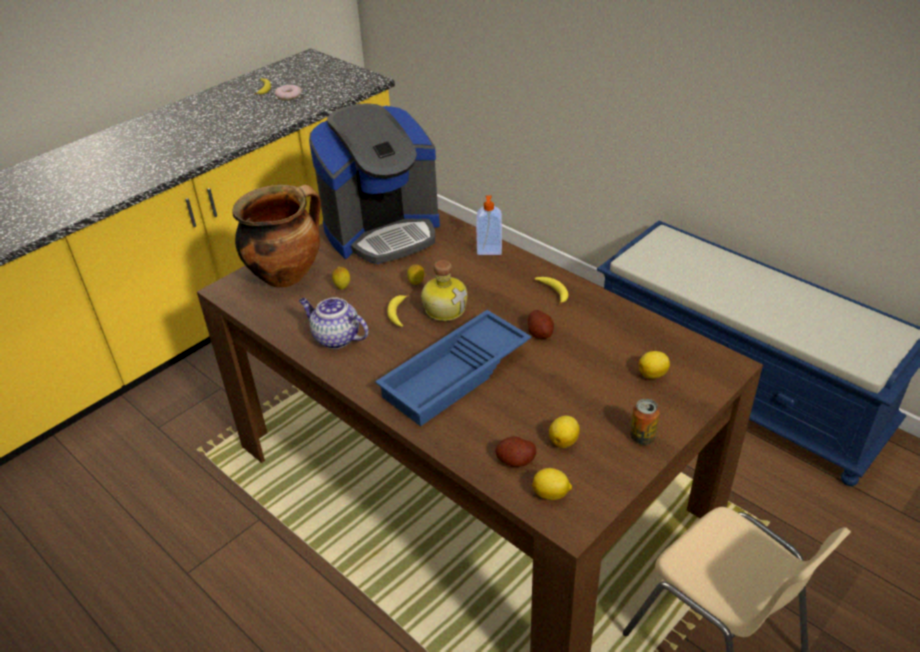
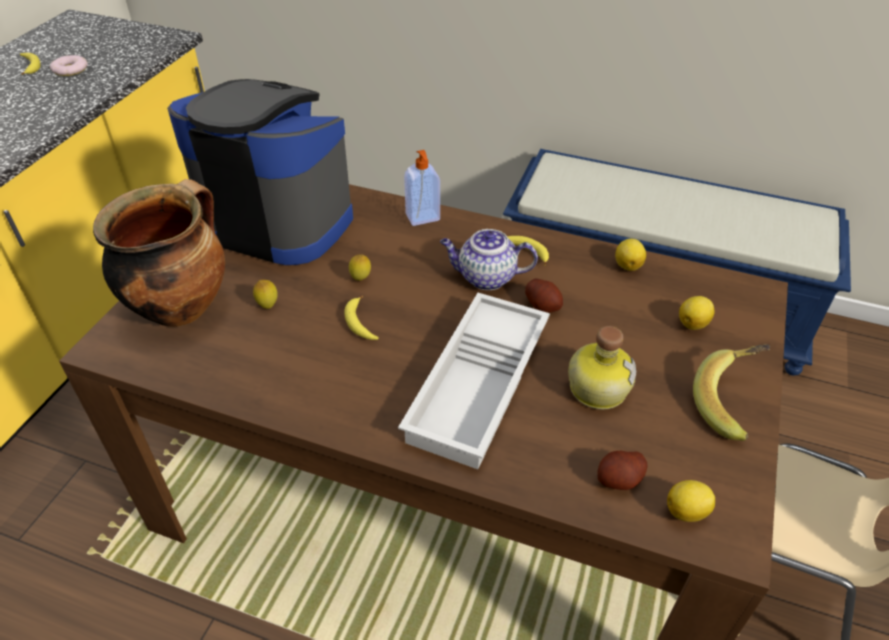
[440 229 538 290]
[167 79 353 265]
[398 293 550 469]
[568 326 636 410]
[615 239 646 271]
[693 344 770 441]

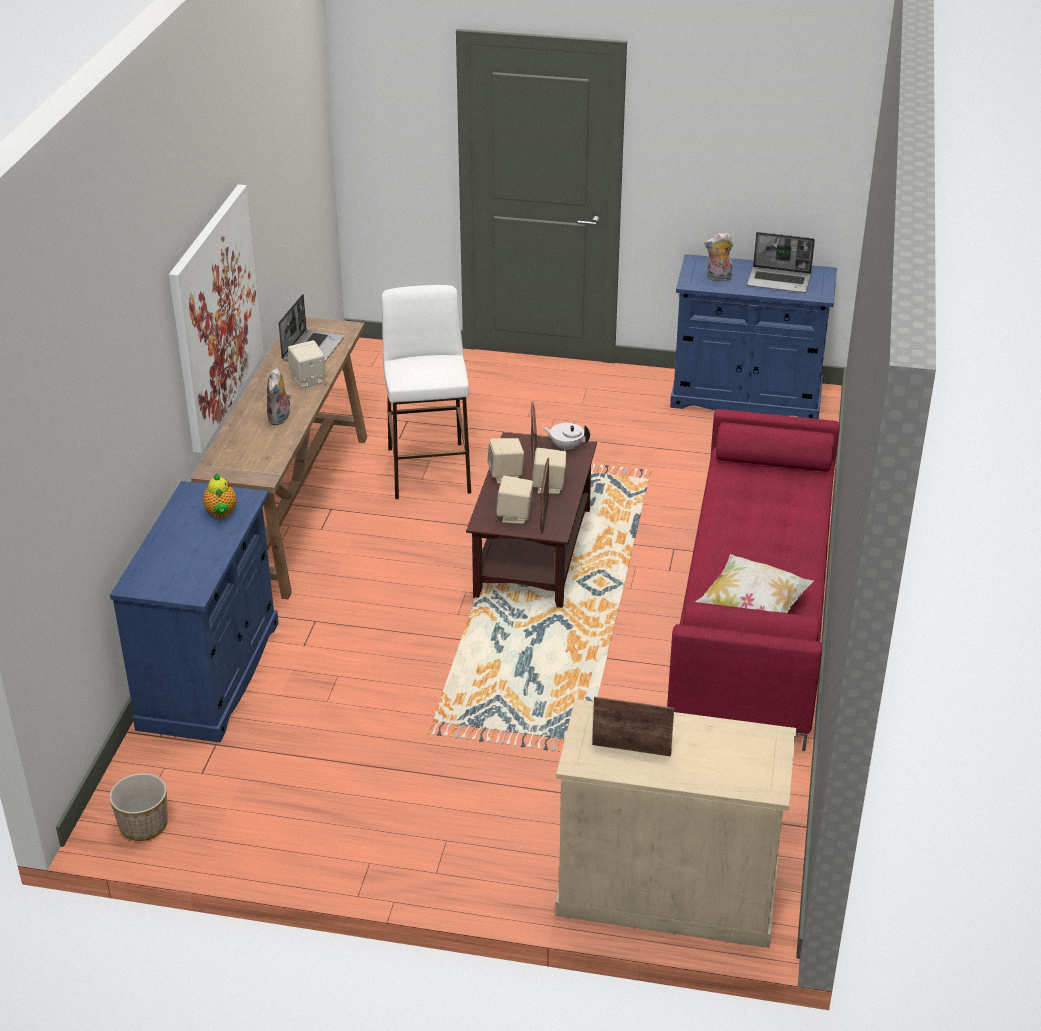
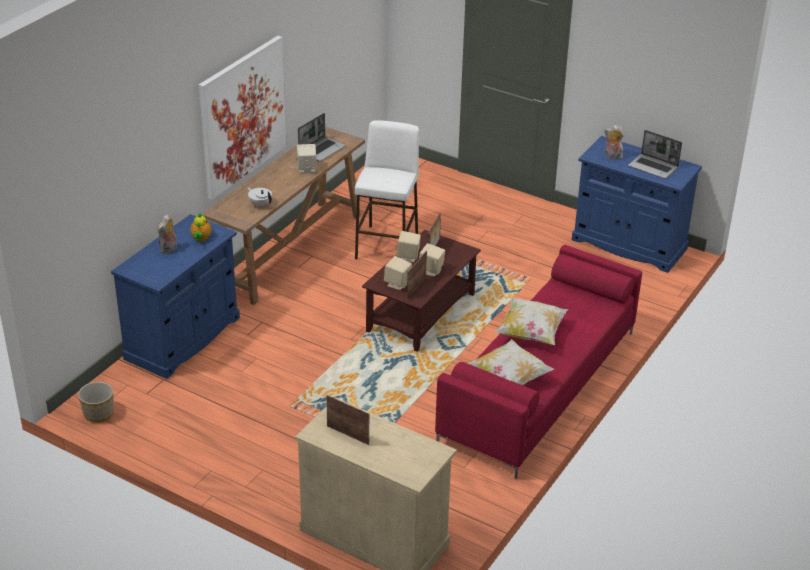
[157 214 177 254]
[247 187 272 207]
[495 297 568 345]

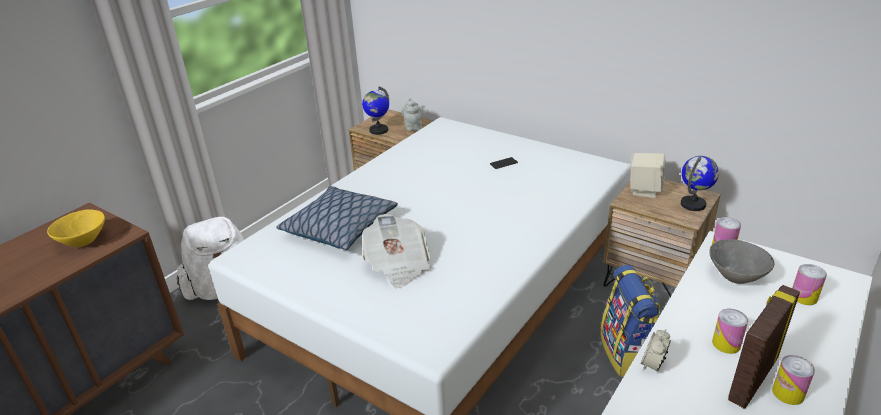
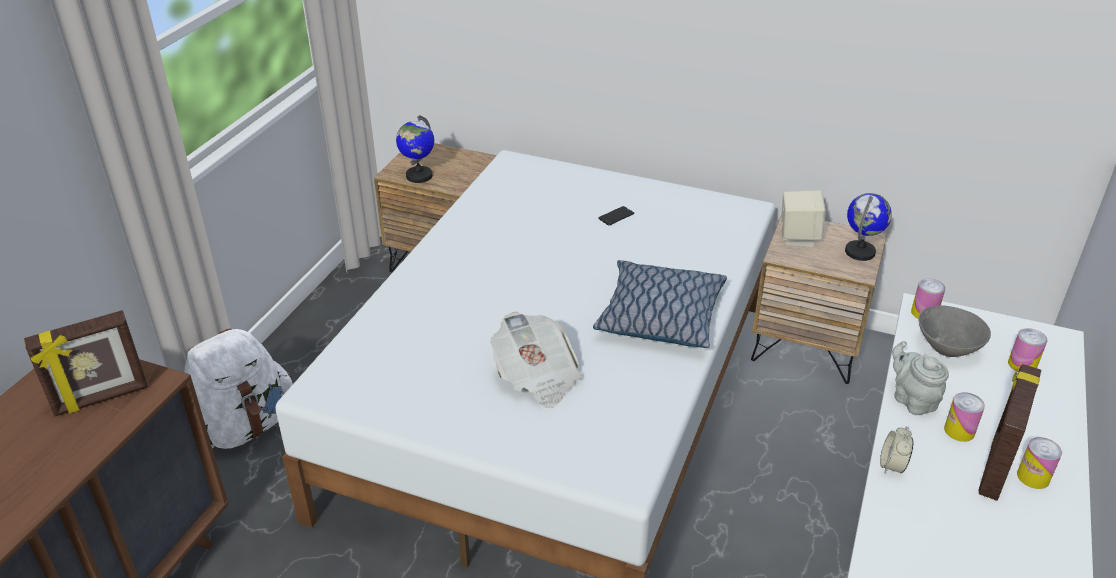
[24 310 148 416]
[593 260 727 348]
[892 341 949 415]
[601 265 660 377] (first image)

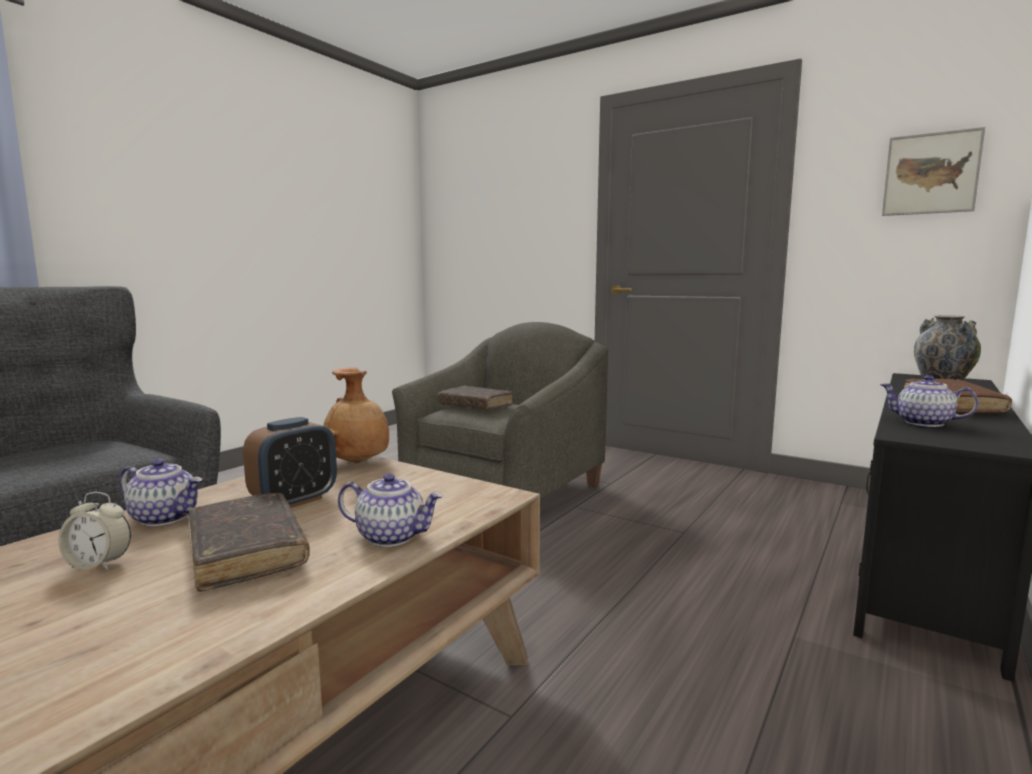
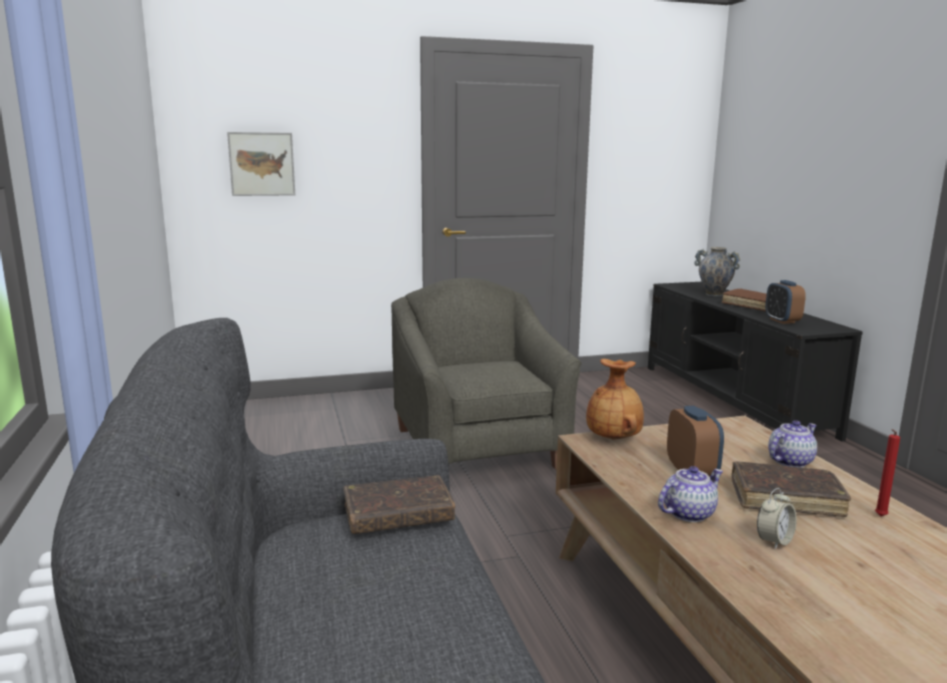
[343 475 455 534]
[765 280 806 324]
[227 132 295 196]
[875 429 900 516]

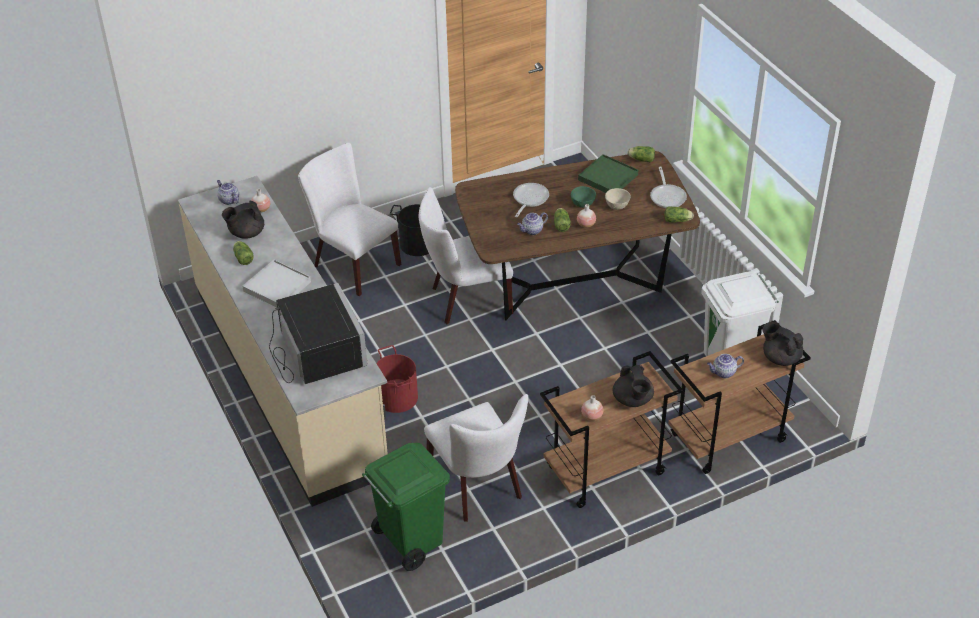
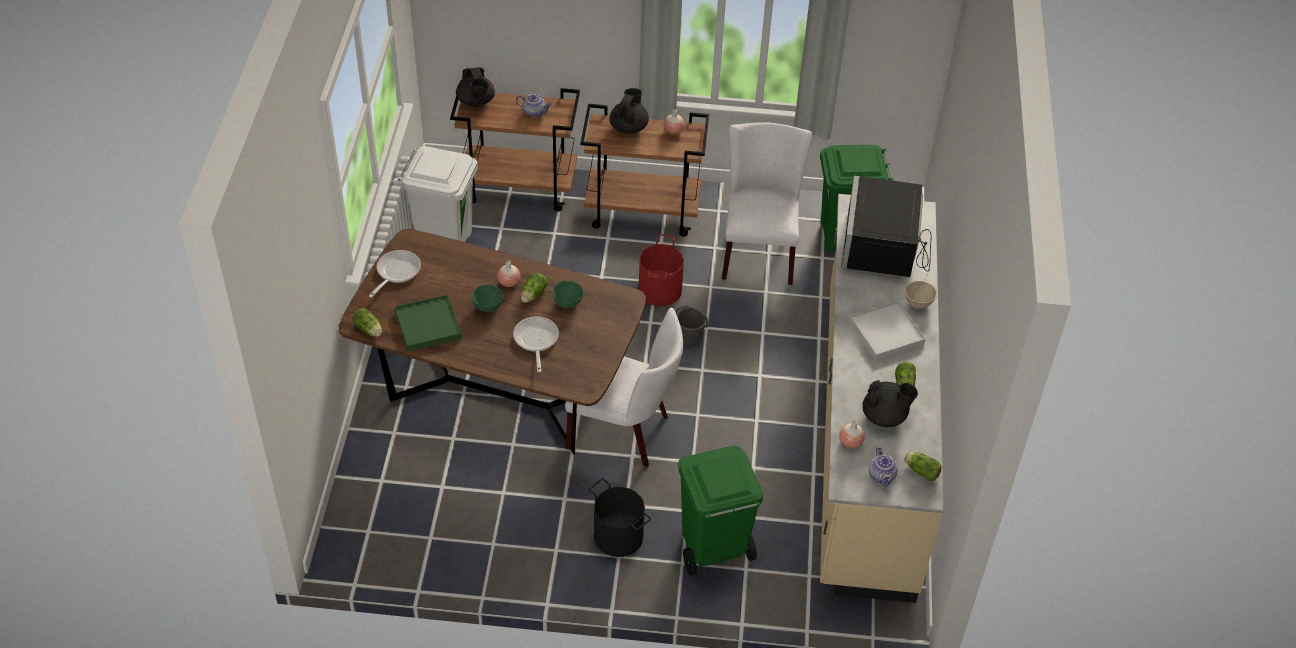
[678 445 763 576]
[639 234 684 306]
[513 317 559 372]
[552 281 584 308]
[905 281 937 309]
[904 452 942 481]
[675 306 708 346]

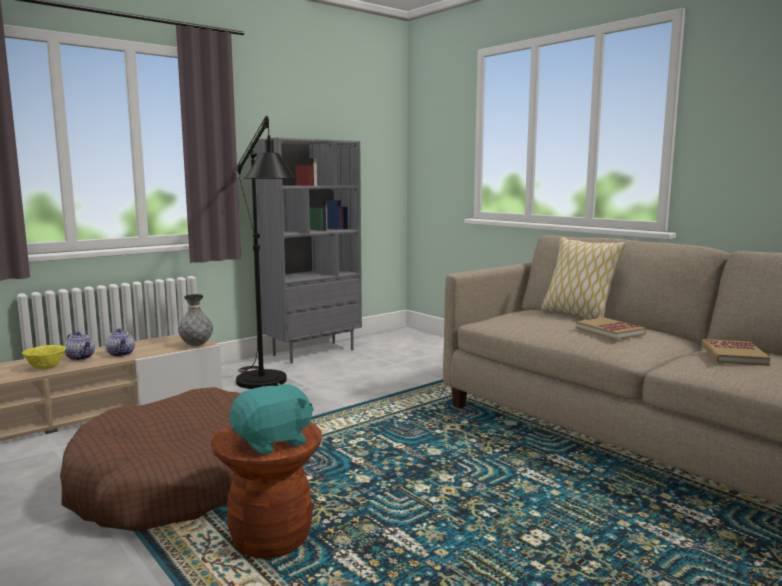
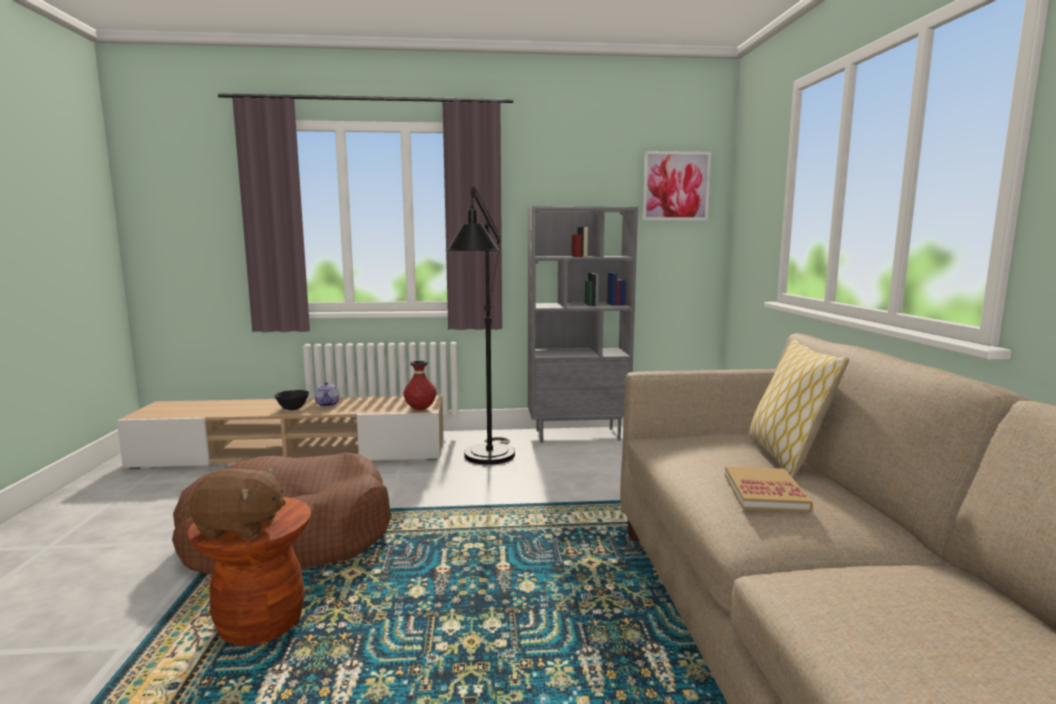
[275 390 309 410]
[105 328 135 357] (first image)
[404 360 436 410]
[189 467 286 539]
[701 339 770 366] (first image)
[642 151 711 221]

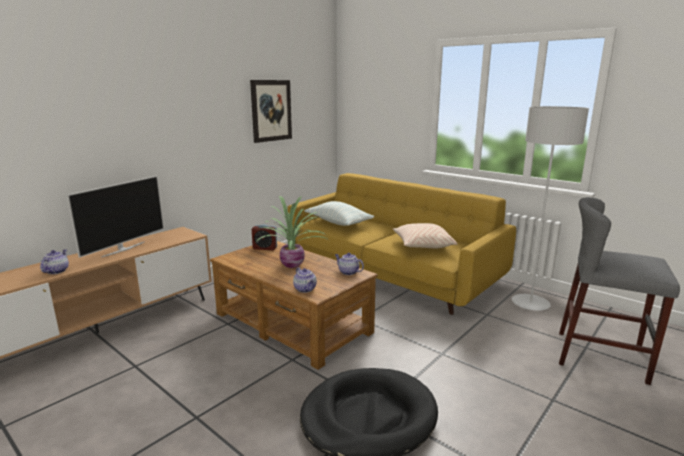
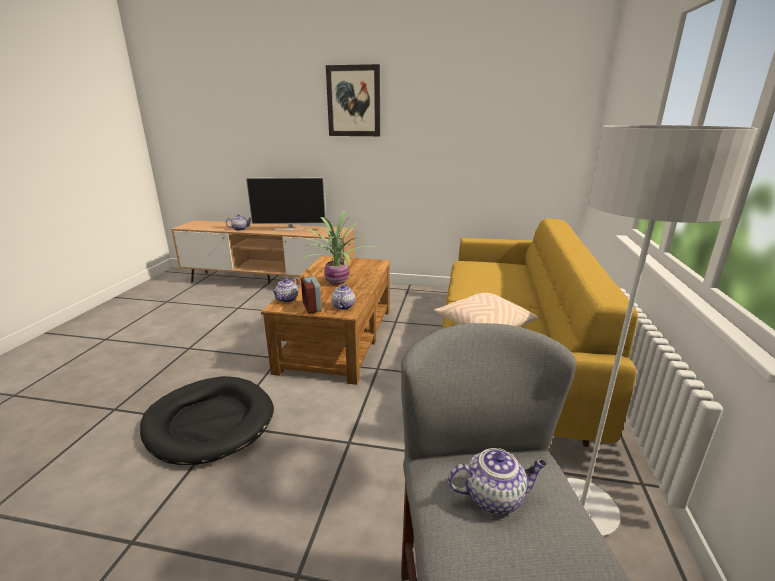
[326 64 380 136]
[301 276 322 313]
[304 201 374 226] (first image)
[448 448 547 514]

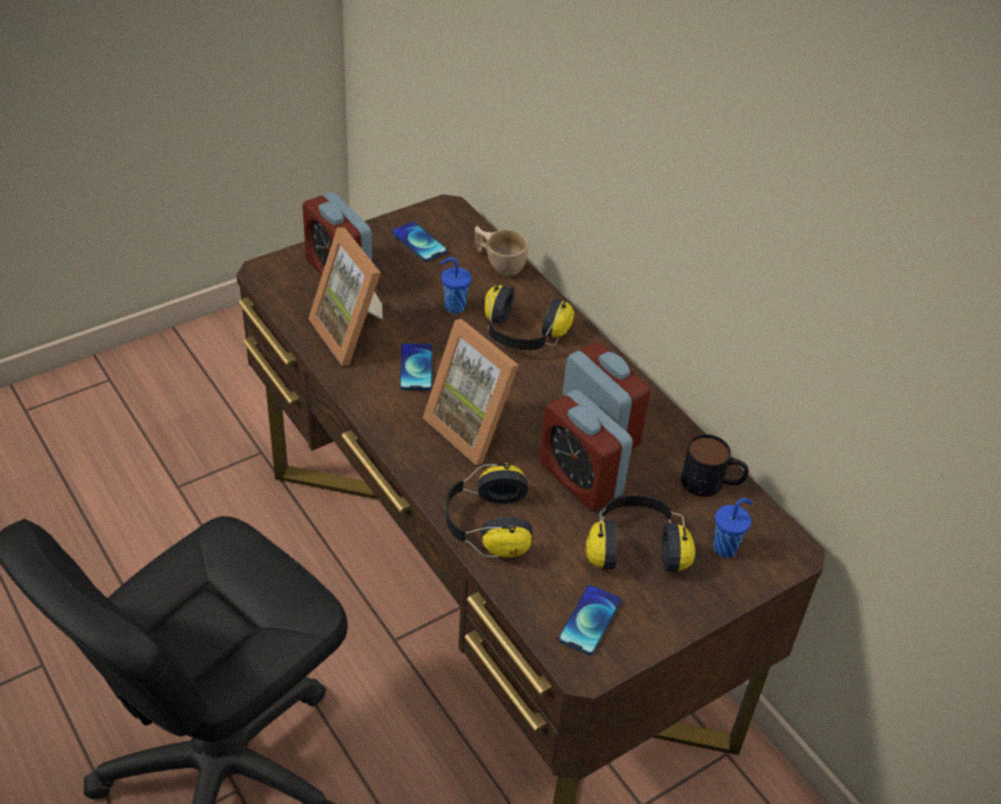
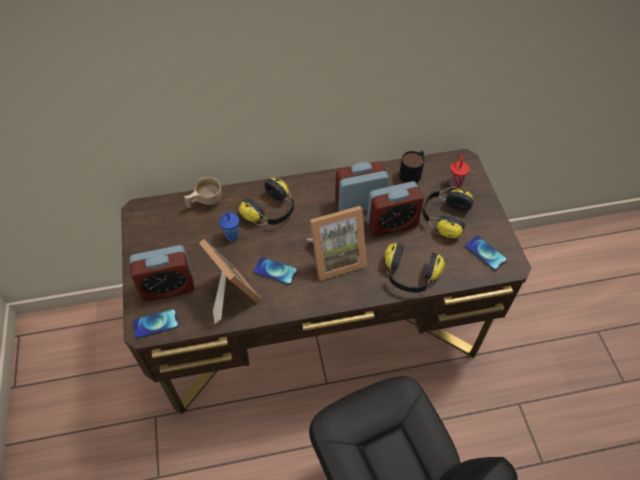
[199 239 262 324]
[133 309 179 339]
[449 155 469 188]

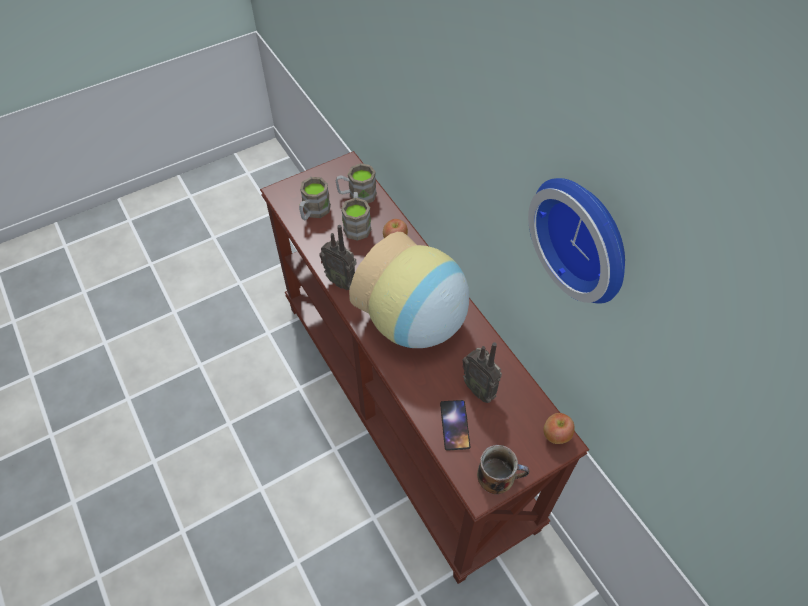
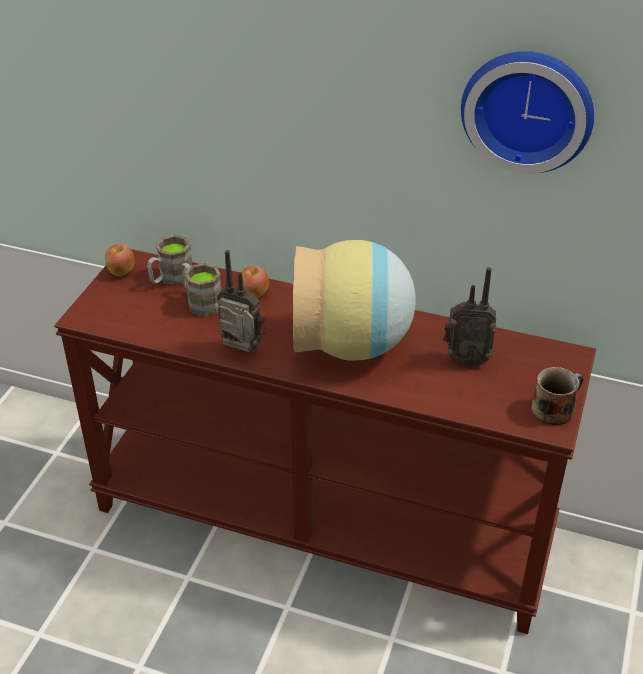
[299 177 331 220] (first image)
[217 250 265 352]
[440 400 470 451] (first image)
[105 244 135 276]

